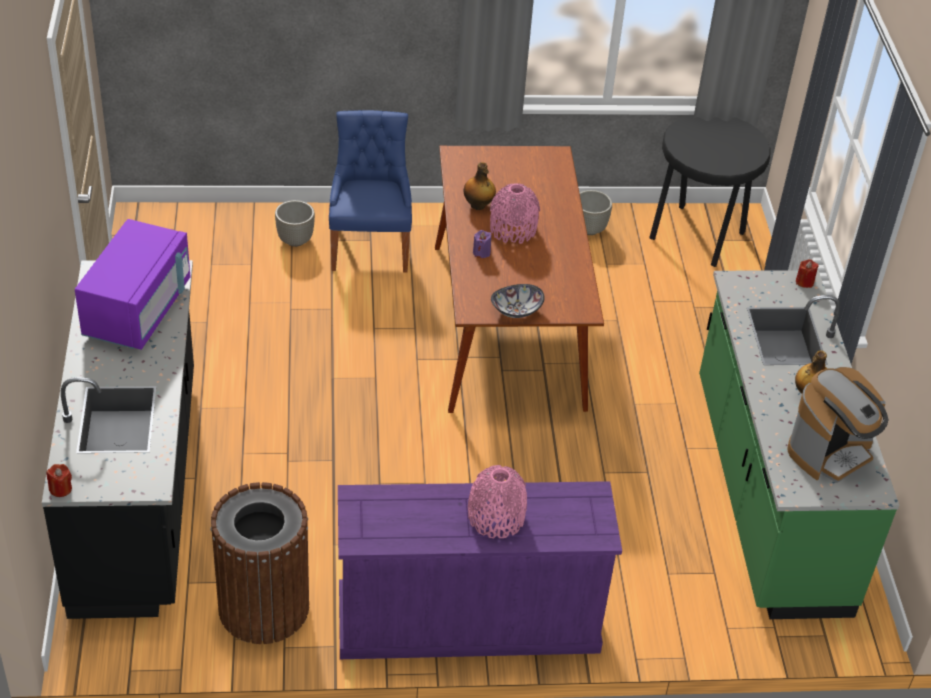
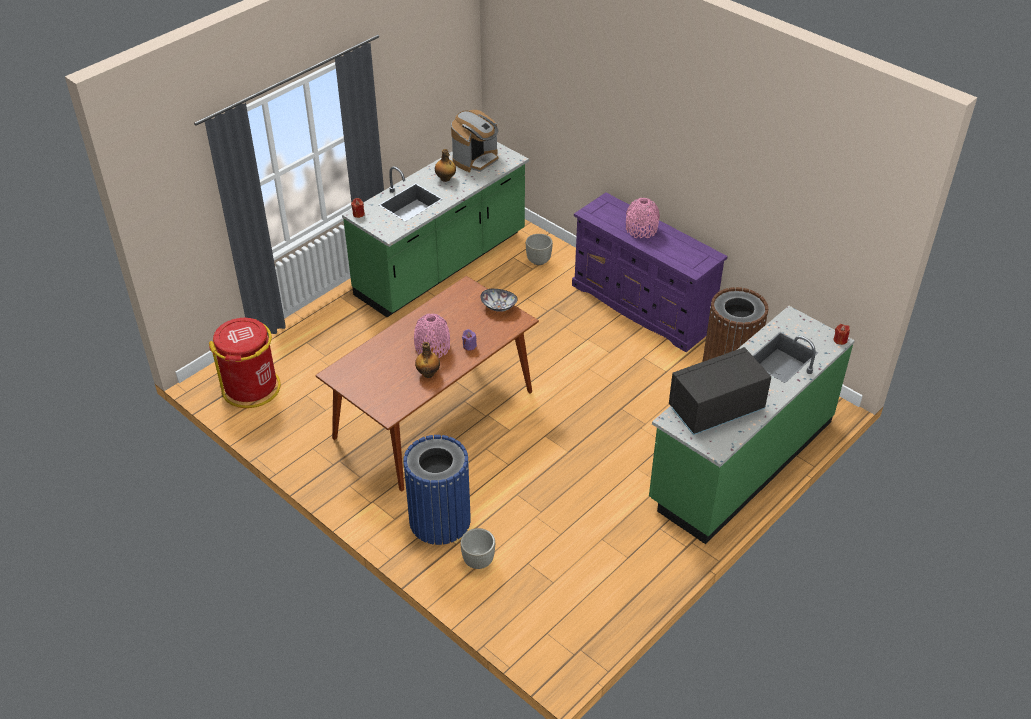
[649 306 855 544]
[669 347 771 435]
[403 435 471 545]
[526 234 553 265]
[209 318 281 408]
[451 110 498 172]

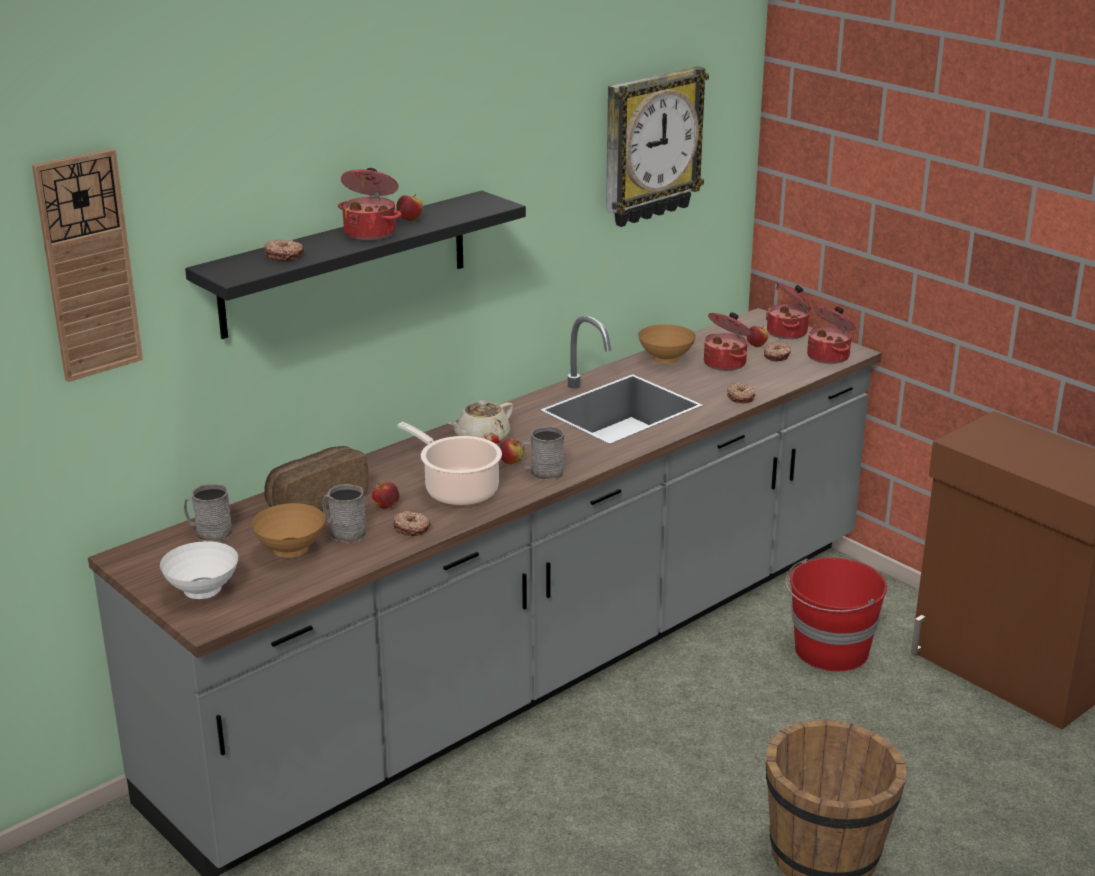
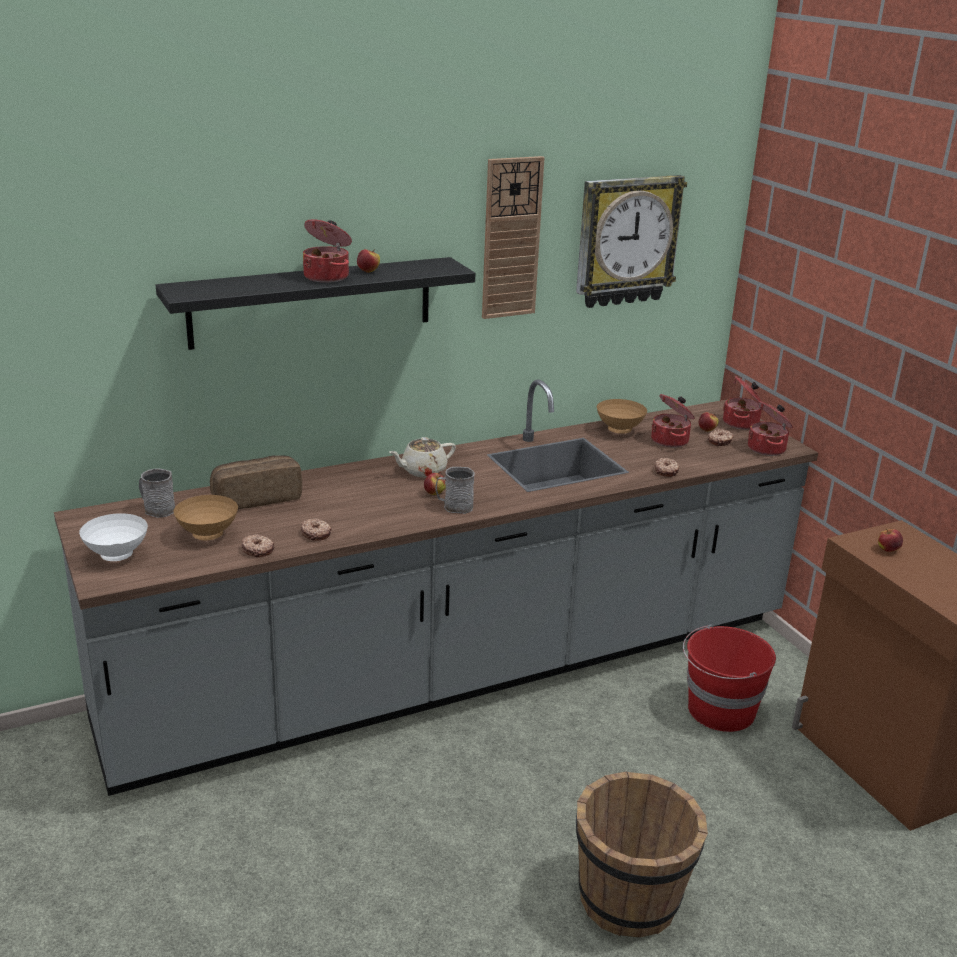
[482 156 545 319]
[242 534 274 557]
[322 484 366 543] (first image)
[878 529 903 552]
[397 422 502 506] (first image)

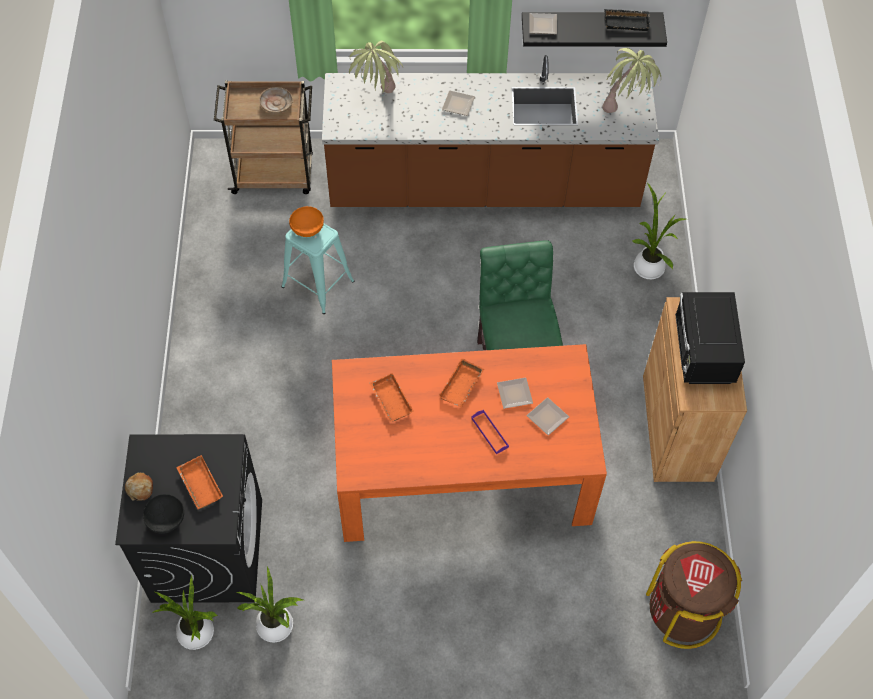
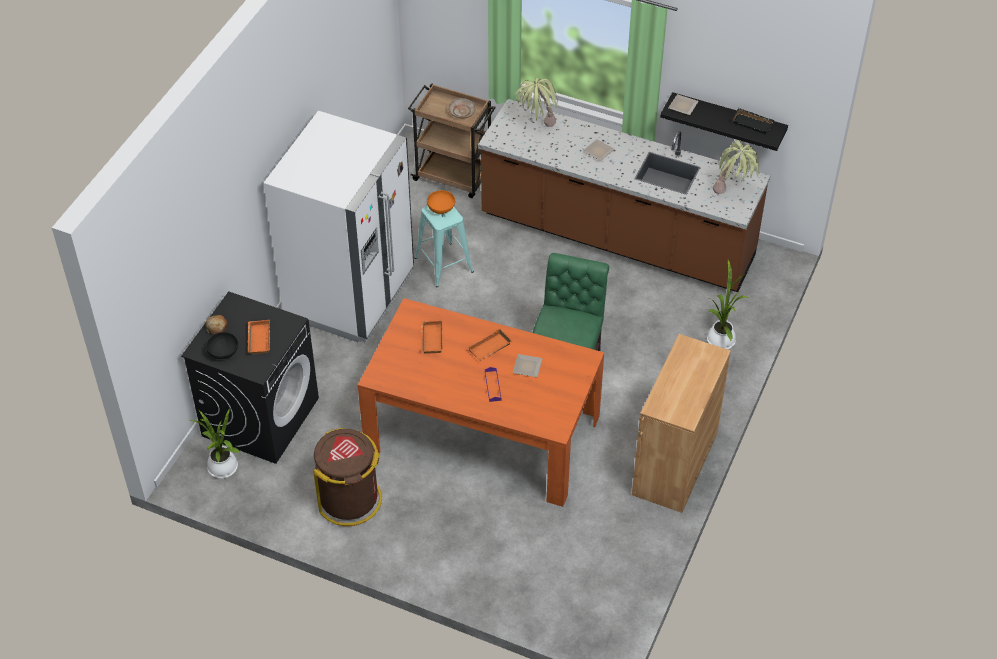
[236 567 303 643] (first image)
[527 397 569 435] (first image)
[313 428 382 526]
[675 292 745 384] (first image)
[264 111 414 344]

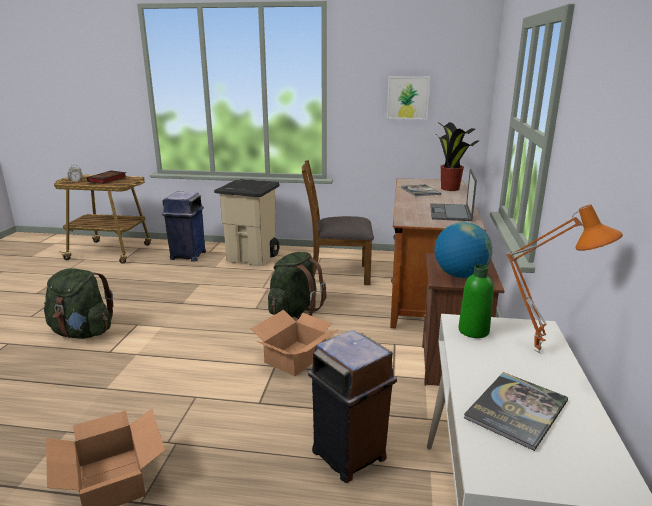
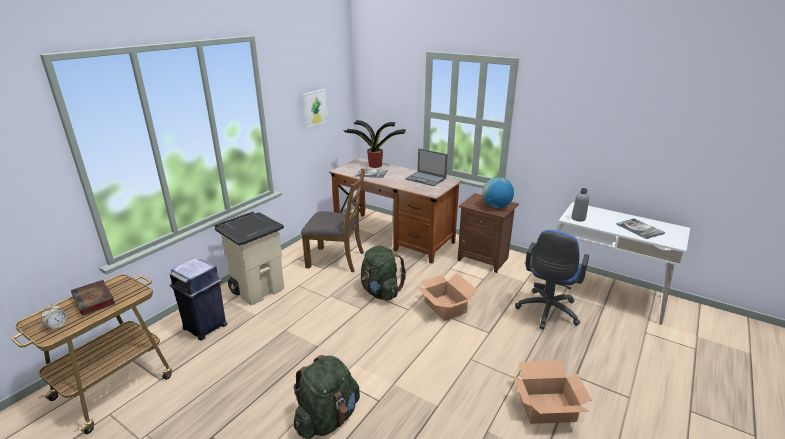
[301 170 365 272]
[515 230 589 330]
[571 188 589 221]
[507 204 623 354] (first image)

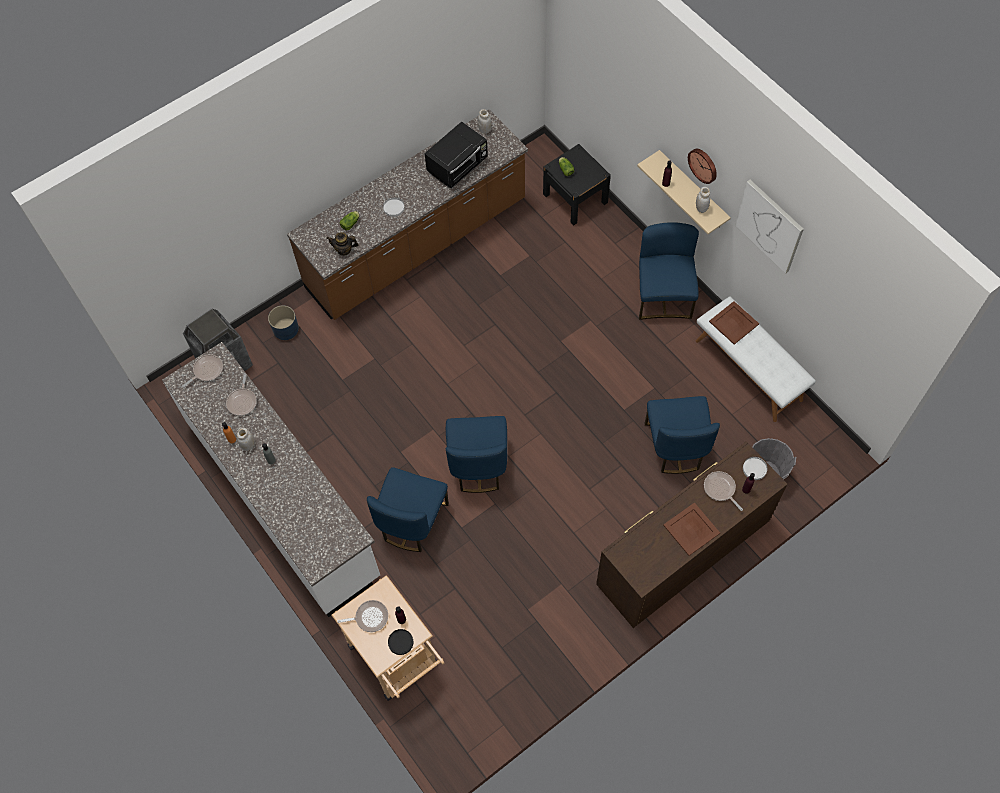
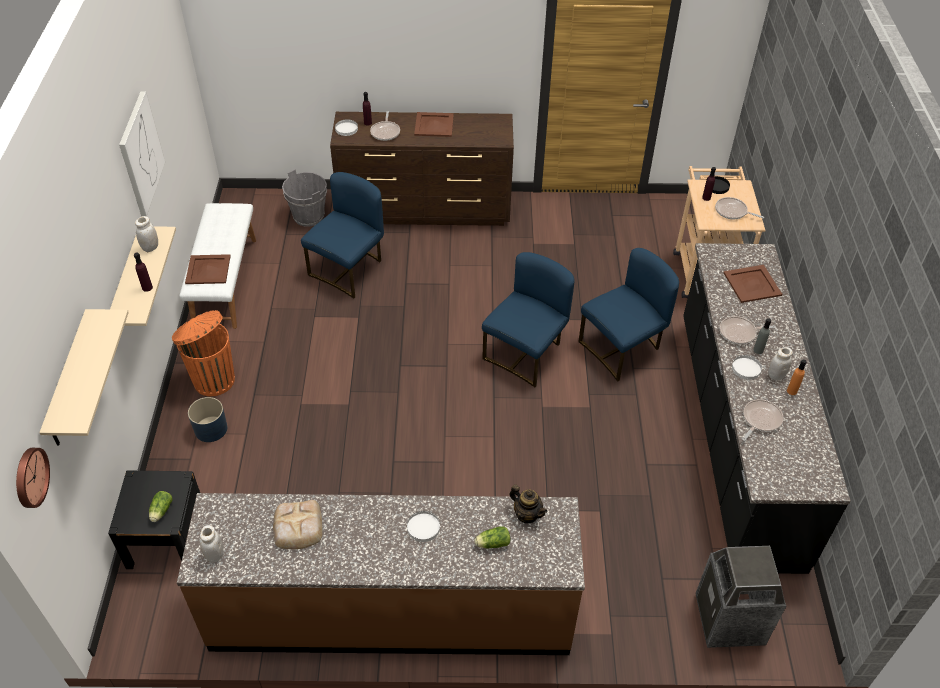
[683 243 851 574]
[720 316 776 344]
[188 397 227 442]
[273 500 322 549]
[172 310 235 396]
[16 448 50 508]
[39 309 129 446]
[723 265 782 303]
[732 355 762 380]

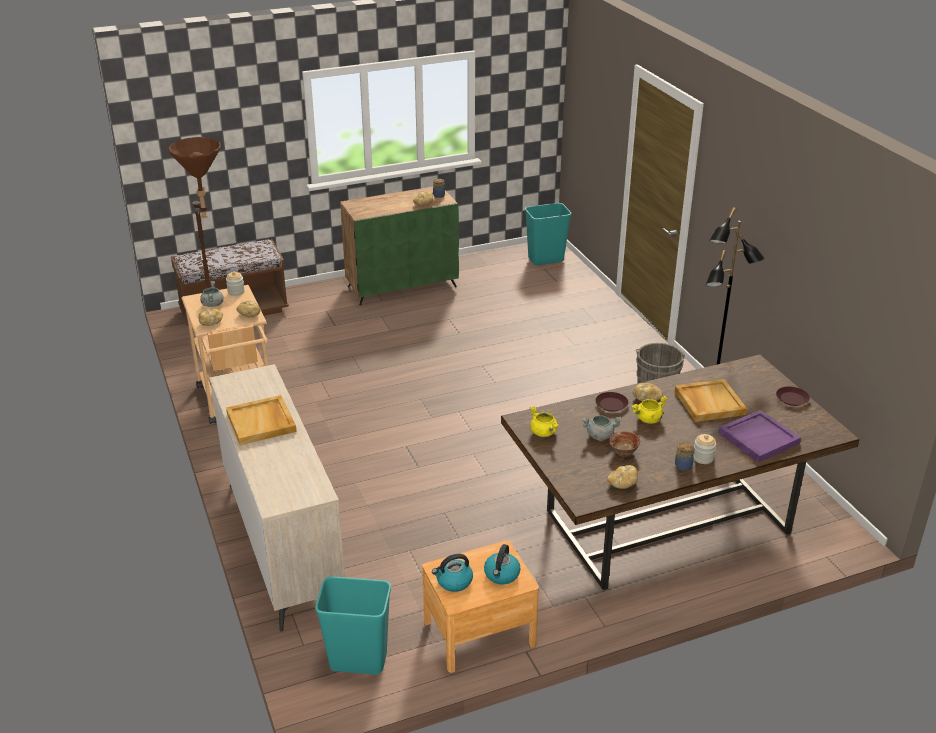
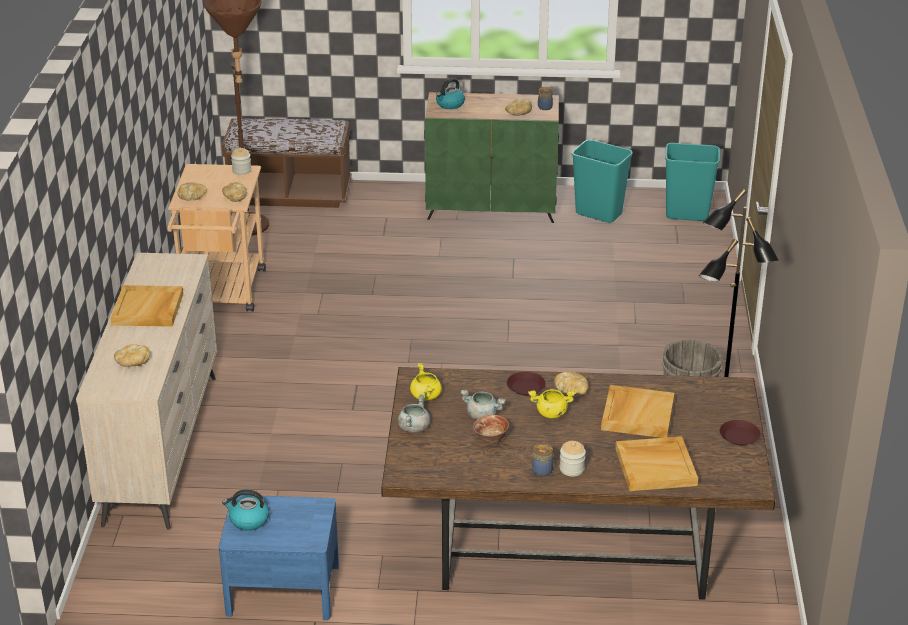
[398 394 430 433]
[572 140 633 223]
[219 495 339 620]
[436 78 465 109]
[114 344 150 367]
[615 436 698 491]

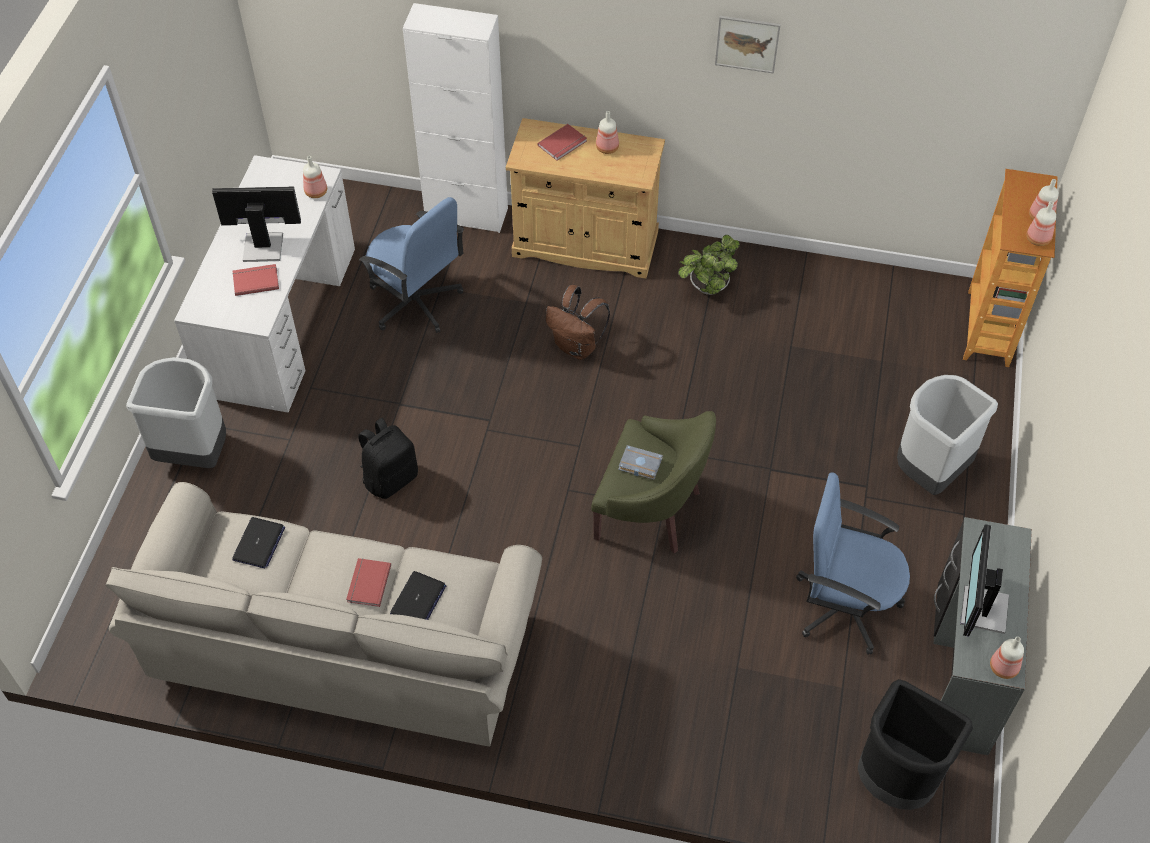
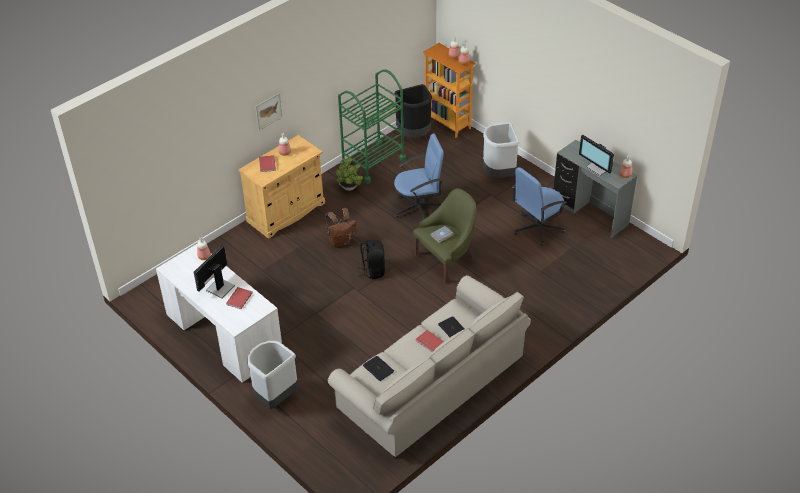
[357 240 385 279]
[394 134 443 220]
[403 3 508 233] (first image)
[255 93 282 130]
[395 84 432 138]
[338 69 406 184]

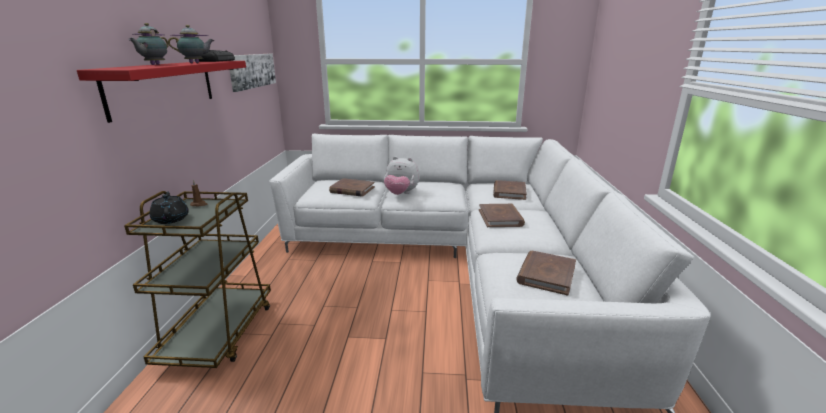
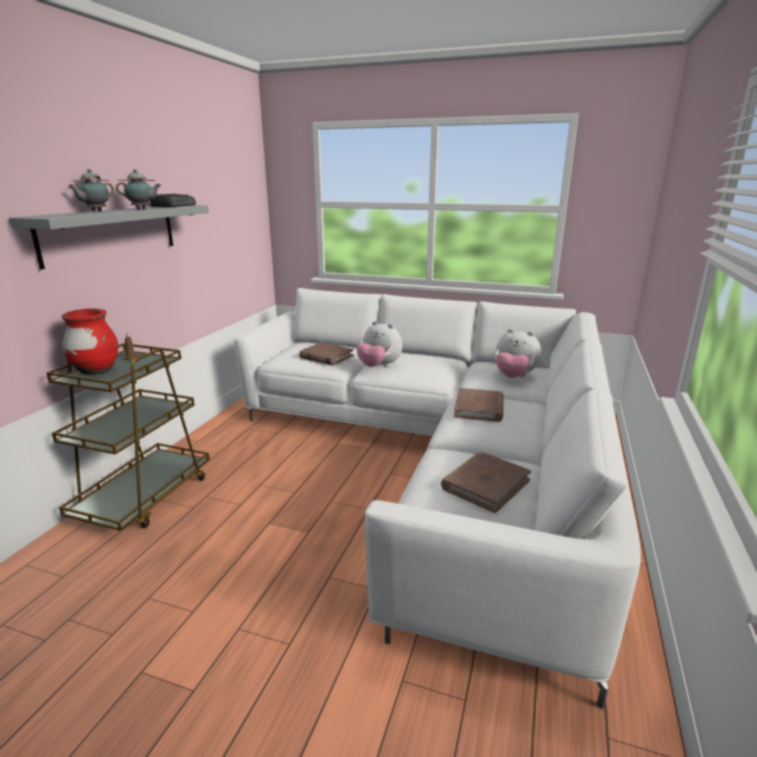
[9 205 209 269]
[61 309 118 375]
[230 54 276 92] (first image)
[495 329 541 378]

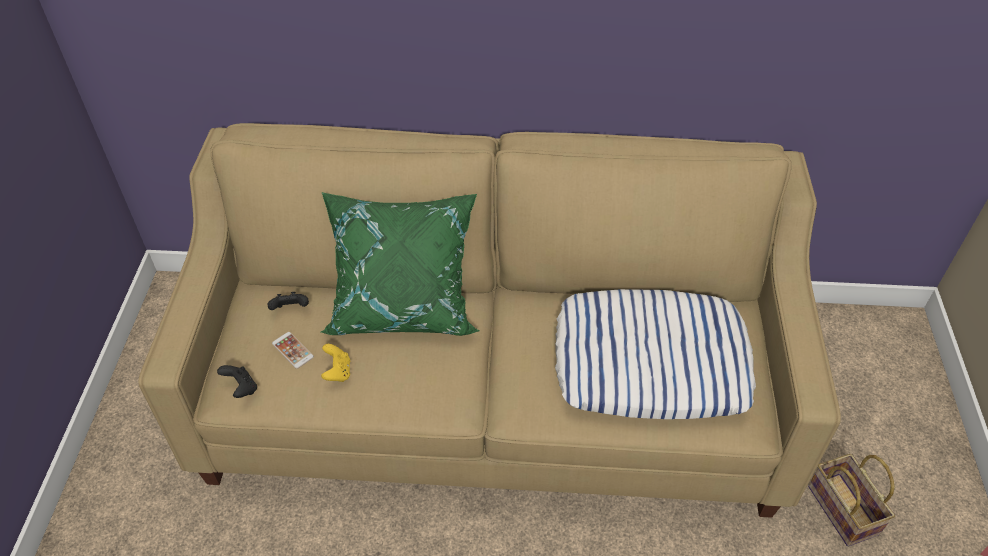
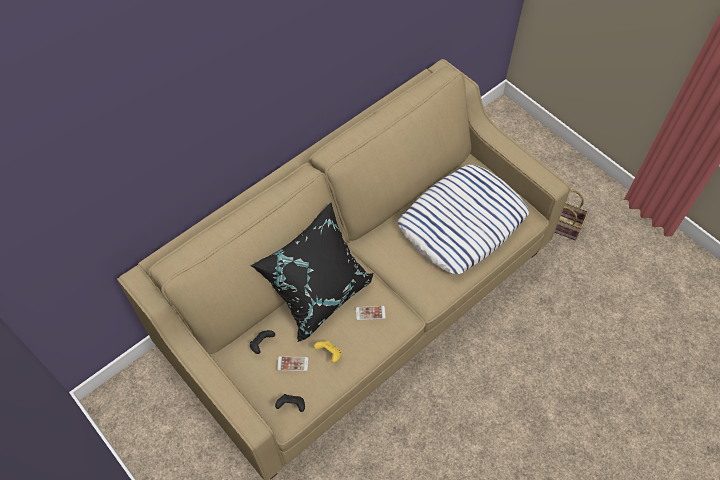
[251 202 374 342]
[356 306 386 320]

